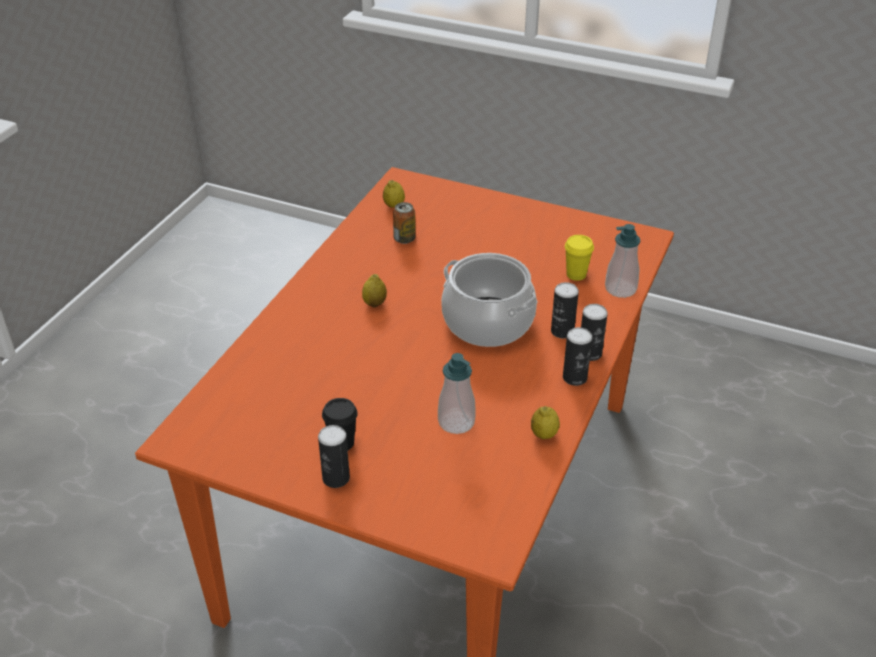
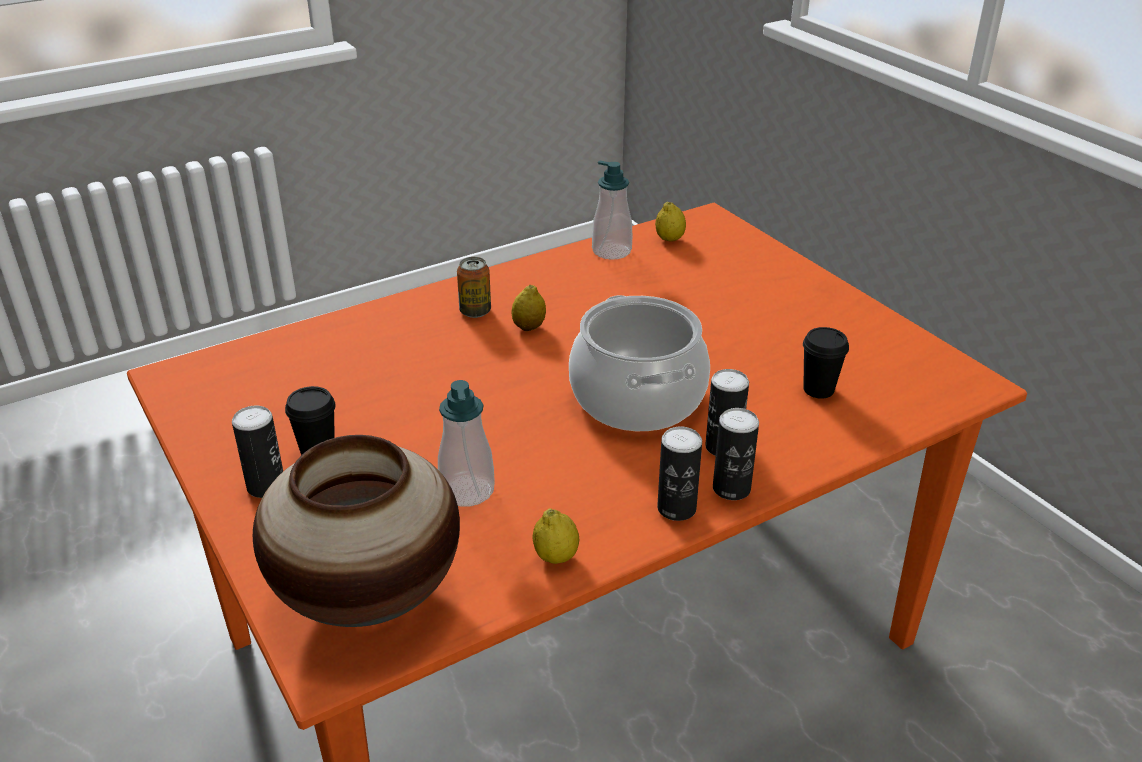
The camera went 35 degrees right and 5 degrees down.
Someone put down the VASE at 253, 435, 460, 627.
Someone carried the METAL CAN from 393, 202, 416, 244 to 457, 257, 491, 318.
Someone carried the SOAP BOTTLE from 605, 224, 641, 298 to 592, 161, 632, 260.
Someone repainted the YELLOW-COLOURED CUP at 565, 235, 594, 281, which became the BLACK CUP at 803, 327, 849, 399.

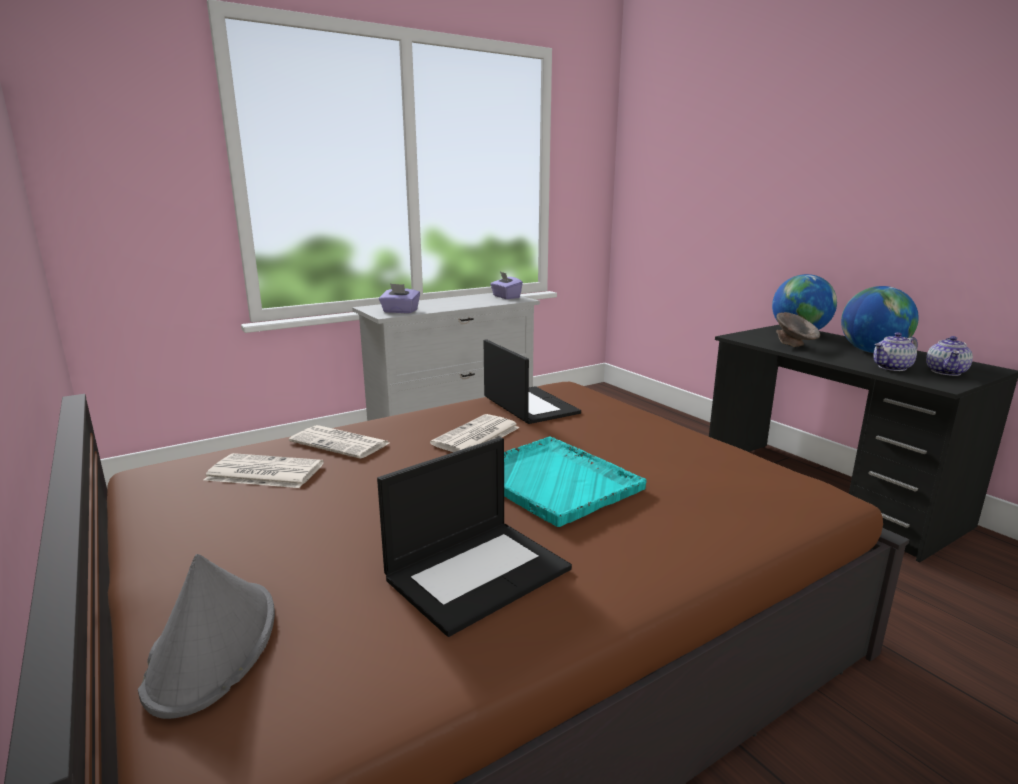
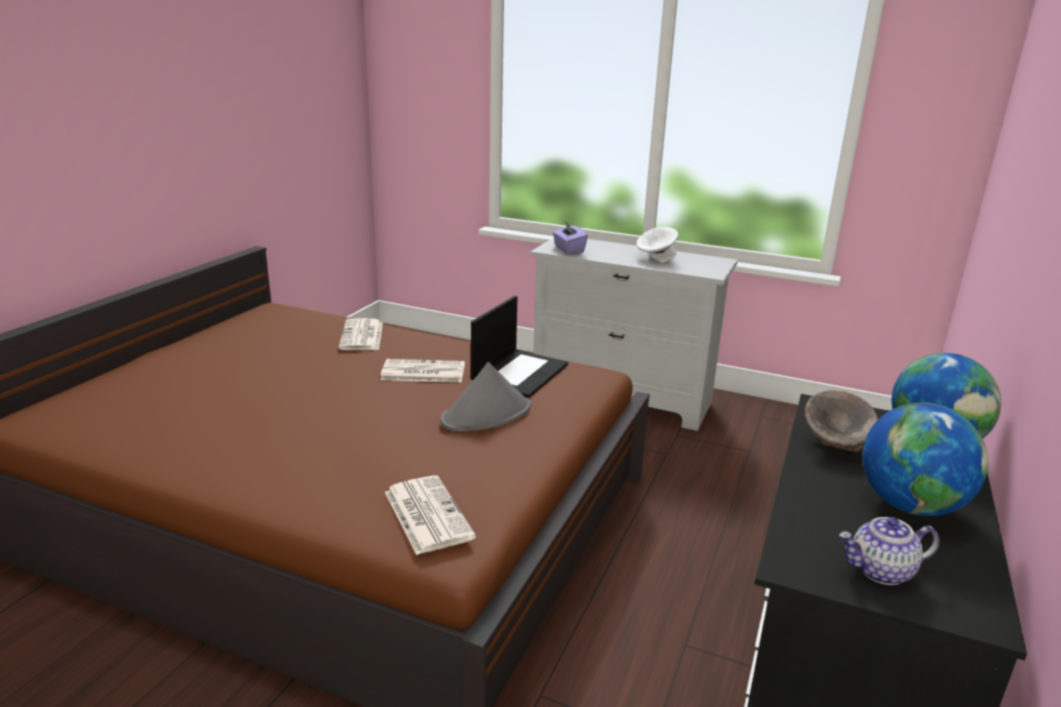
The camera went 55 degrees right and 5 degrees up.
Someone took away the LAPTOP at 377, 437, 572, 637.
Someone took away the PURPLE BOX OF TISSUES at 490, 272, 523, 299.
Someone took away the TURQUOISE-COLOURED TRAY at 504, 437, 647, 527.
Someone took away the TEAPOT at 873, 332, 918, 371.
Someone put down the WHITISH BOWL at 637, 227, 678, 263.
Someone carried the GRAY WEARABLE HAT from 138, 554, 275, 719 to 440, 362, 531, 431.
Someone carried the NEWSPAPER from 204, 453, 324, 488 to 385, 475, 476, 555.

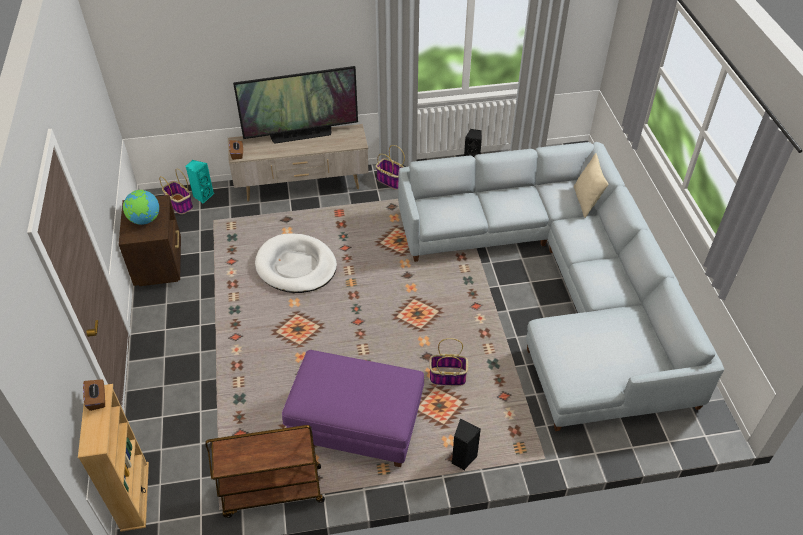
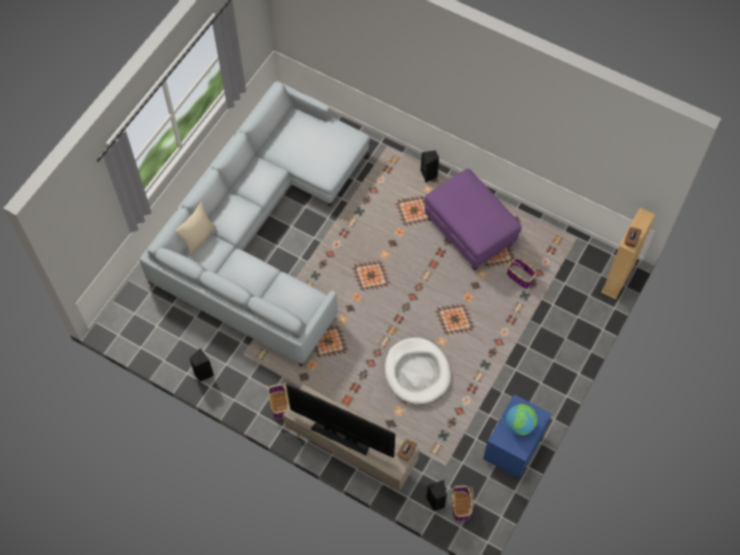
The camera went 140 degrees left and 15 degrees up.
Someone took away the BROWNISH CART at 205, 425, 325, 518.
Someone carried the HOUSEHOLD BASKET from 429, 338, 468, 386 to 507, 251, 536, 289.
Someone repainted the BROWNISH BEDSIDE TABLE at 119, 195, 181, 286, which became the BLUISH BEDSIDE TABLE at 483, 394, 551, 479.
Someone repainted the TURQUOISE-COLOURED LOUDSPEAKER at 186, 160, 214, 204, which became the BLACK LOUDSPEAKER at 426, 480, 447, 511.

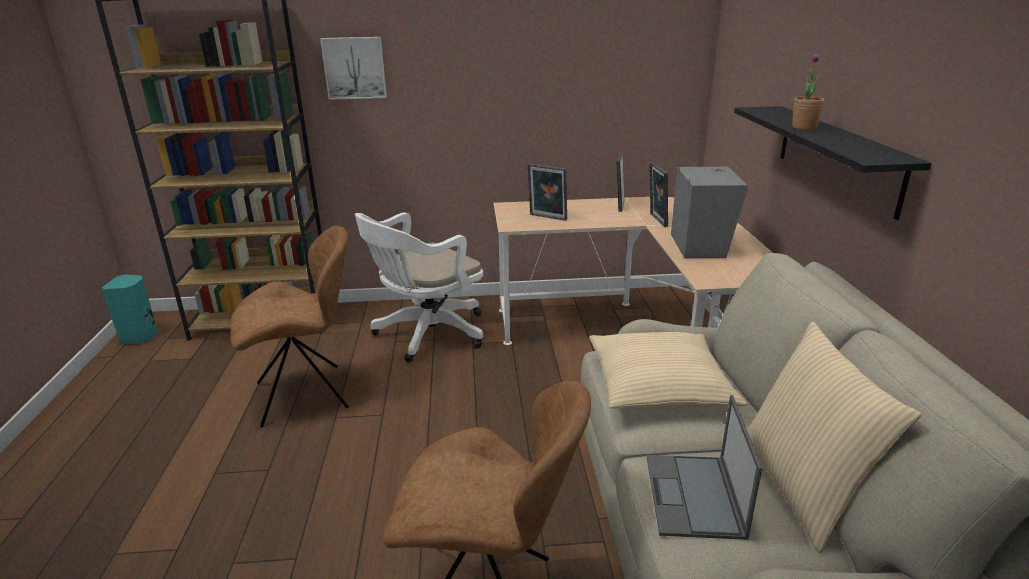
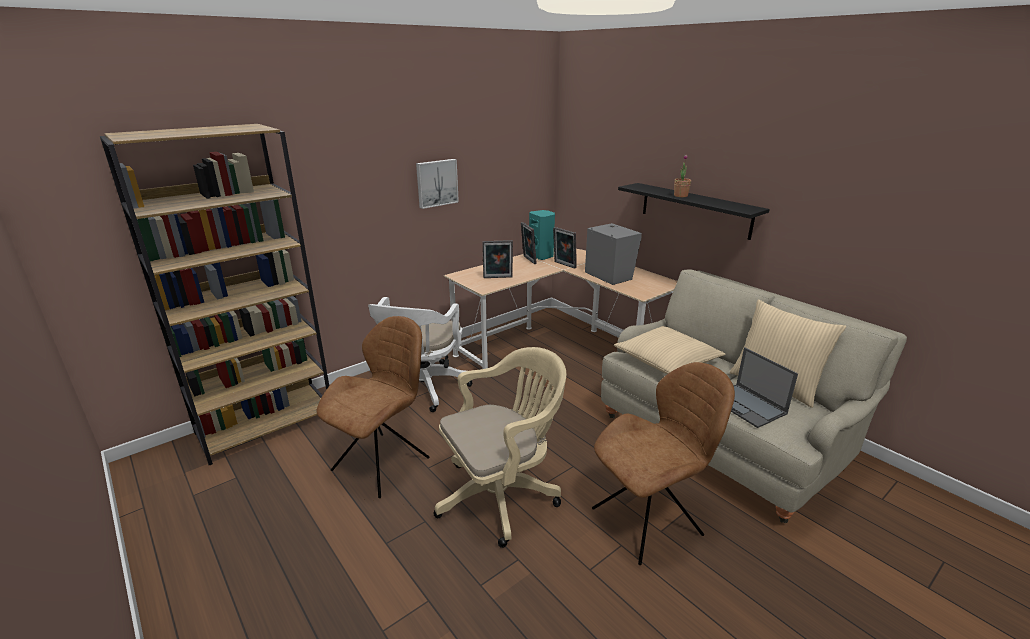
The camera went 35 degrees left and 0 degrees up.
Someone put down the BEIGE-COLOURED OFFICE CHAIR at 434, 347, 566, 548.
Someone carried the TURQUOISE-COLOURED LOUDSPEAKER from 102, 274, 158, 345 to 529, 210, 555, 260.
Someone carried the WALL PICTURE from 320, 37, 387, 100 to 416, 159, 459, 209.

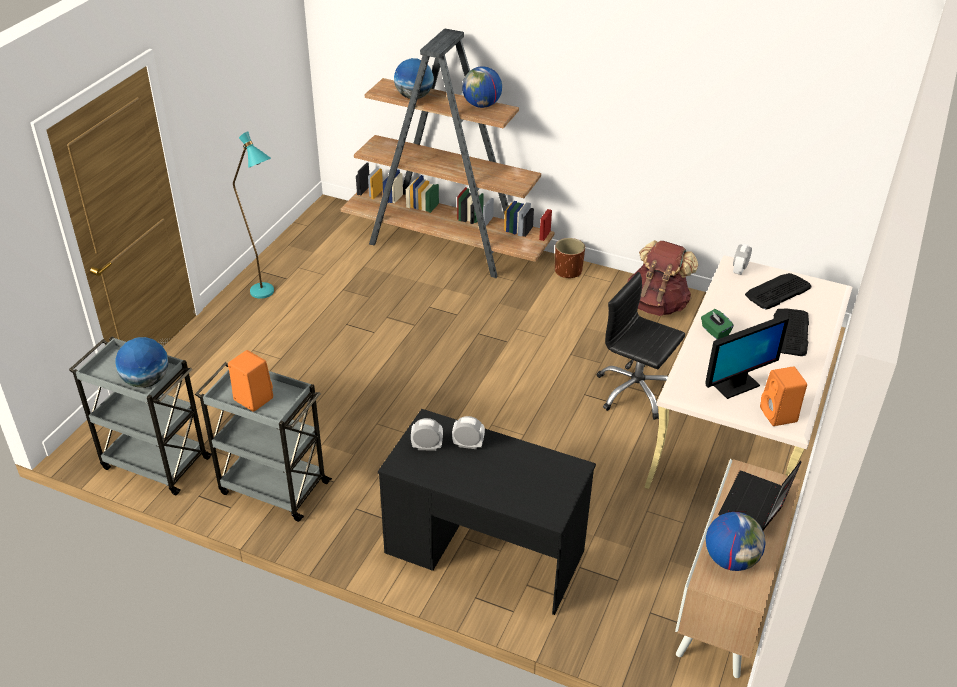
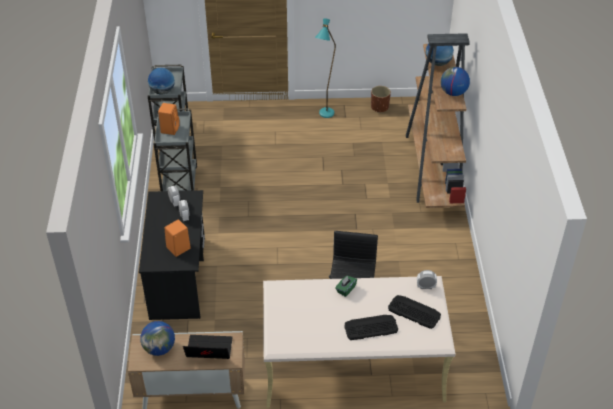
The camera went 65 degrees right and 5 degrees up.
Someone took away the BROWNISH RUCKSACK at 628, 240, 698, 316.
Someone took away the MONITOR at 705, 316, 789, 399.
Someone carried the BROWNISH PLANTER from 555, 238, 585, 278 to 371, 86, 391, 113.
Someone carried the ORANGEY LOUDSPEAKER from 760, 367, 807, 426 to 165, 219, 191, 257.

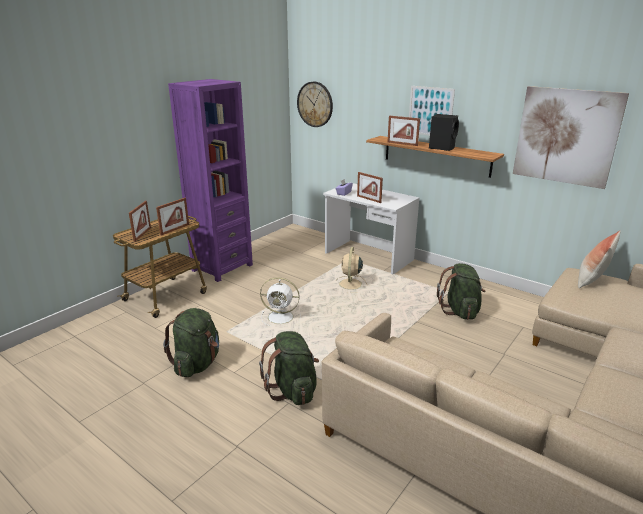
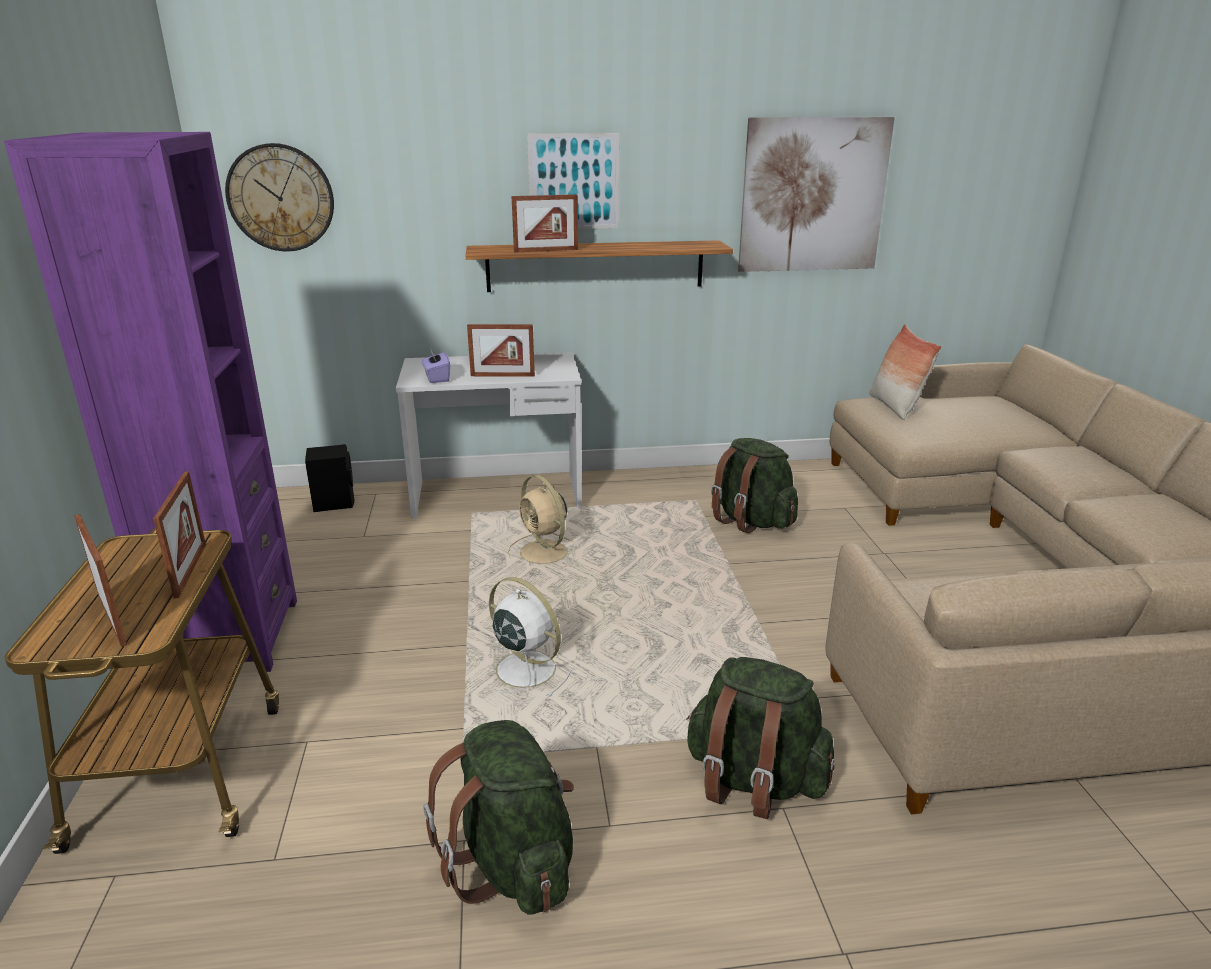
The camera went 45 degrees left and 0 degrees up.
Someone carried the BLACK LOUDSPEAKER from 429, 114, 459, 151 to 305, 444, 355, 512.
Someone rotated the WHITISH FAN at 260, 277, 301, 326 by 105 degrees counterclockwise.

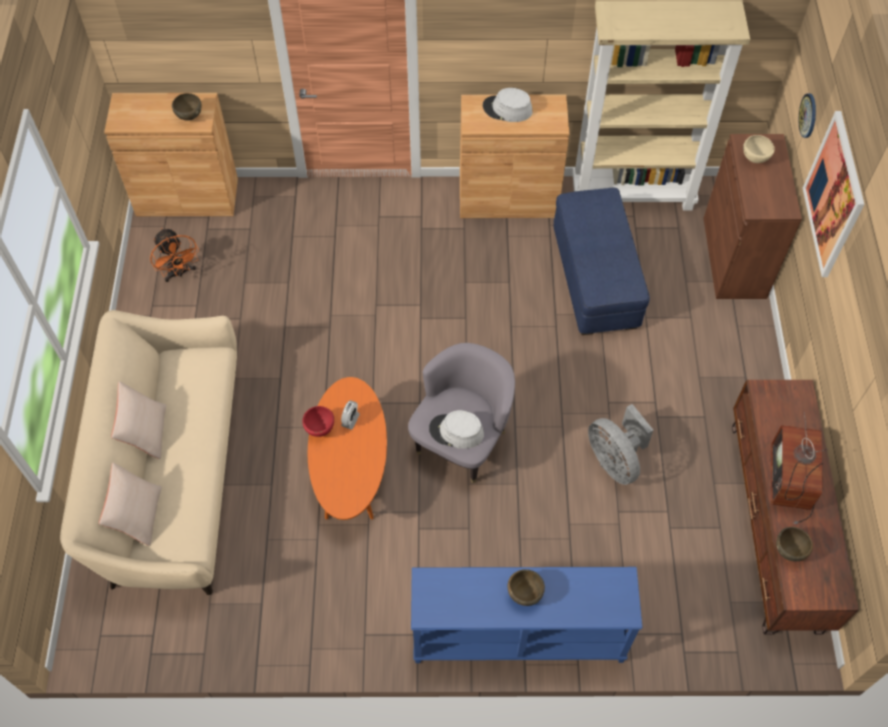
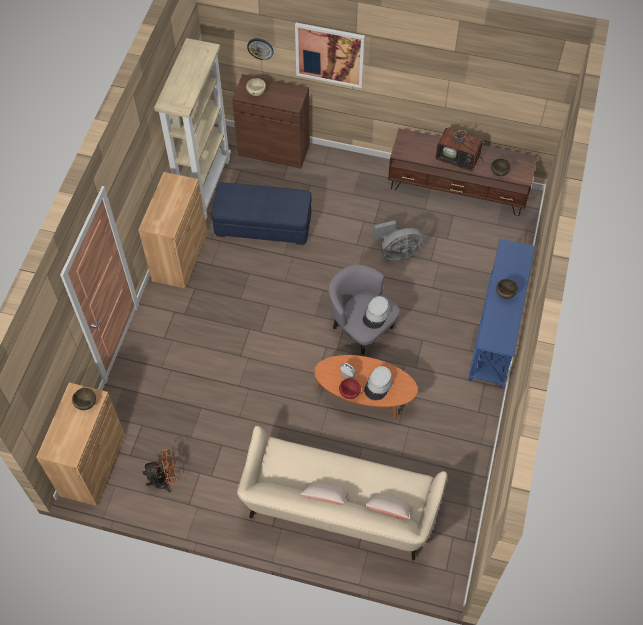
The camera went 75 degrees left and 0 degrees up.
Someone carried the GRAY WEARABLE HAT from 483, 88, 533, 122 to 364, 366, 393, 400.

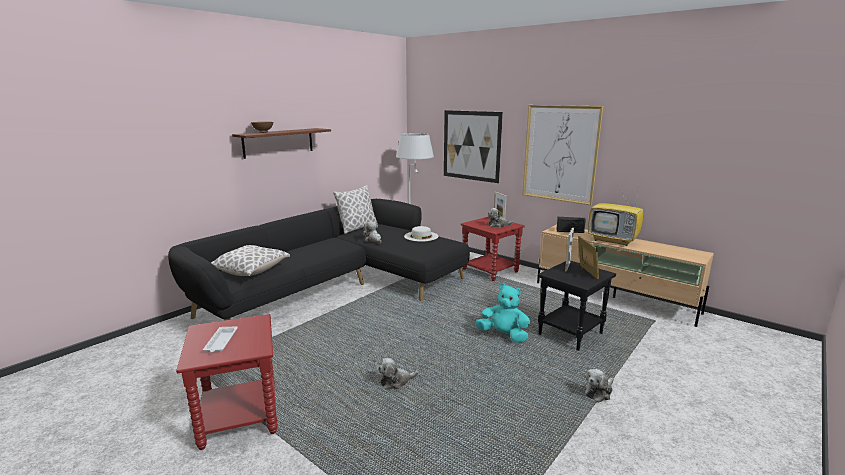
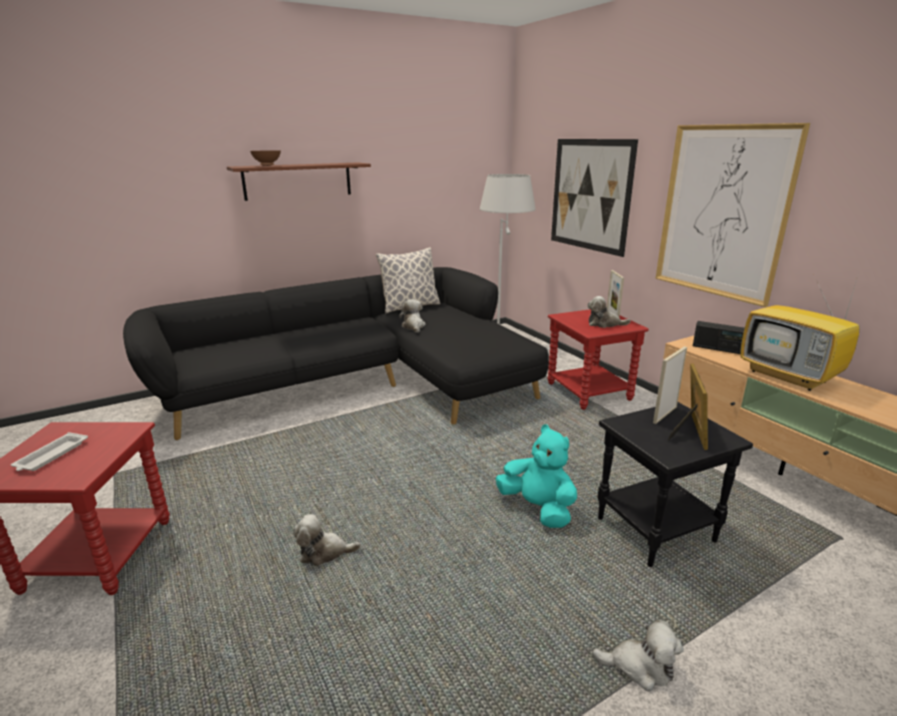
The camera went 20 degrees right and 5 degrees up.
Someone took away the THROW PILLOW at 211, 245, 290, 276.
Someone took away the WHITISH WEARABLE HAT at 404, 226, 438, 242.
Someone rotated the CUDDLY TOY at 585, 369, 614, 402 by 150 degrees counterclockwise.

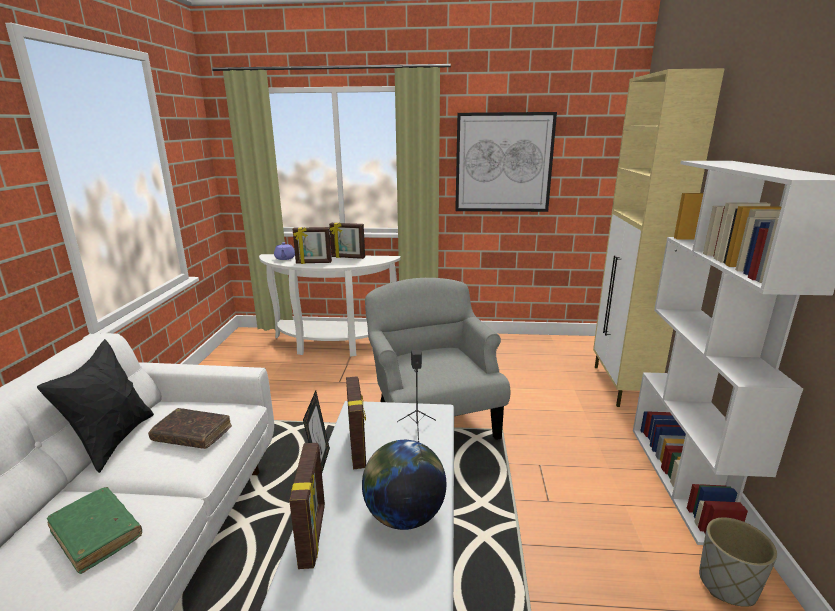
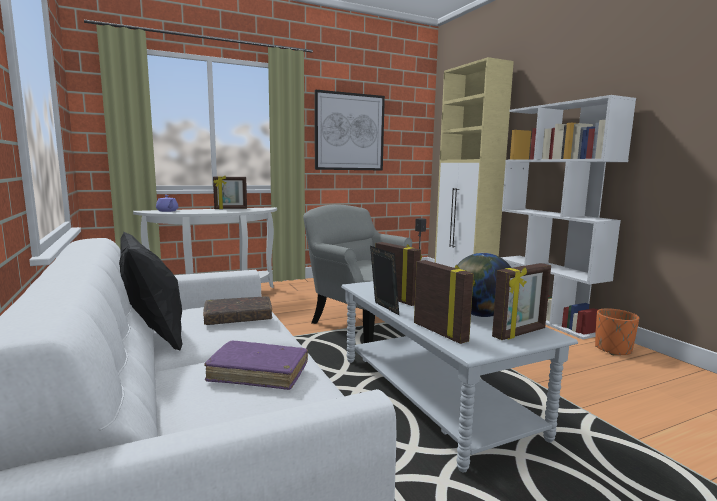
The camera went 30 degrees left and 10 degrees down.
Someone carried the STANDING FRAME from 293, 227, 332, 264 to 492, 263, 551, 340.
Someone repainted the GREEN-COLOURED BOOK at 47, 487, 142, 574, which became the PURPLE BOOK at 204, 341, 308, 390.
Someone repainted the GRAY PLANTER at 699, 517, 777, 607, which became the ORANGEY PLANTER at 595, 308, 639, 355.

